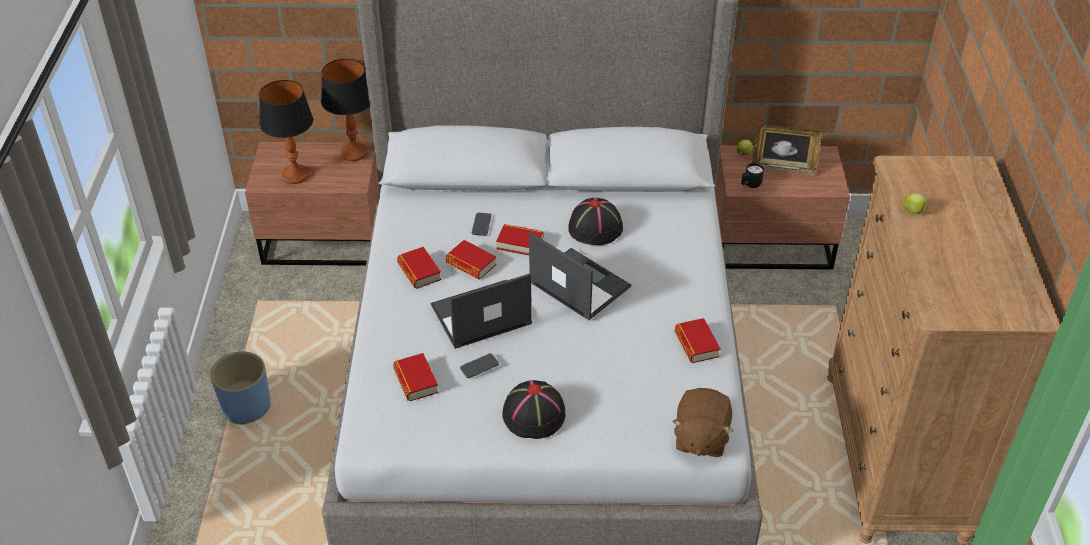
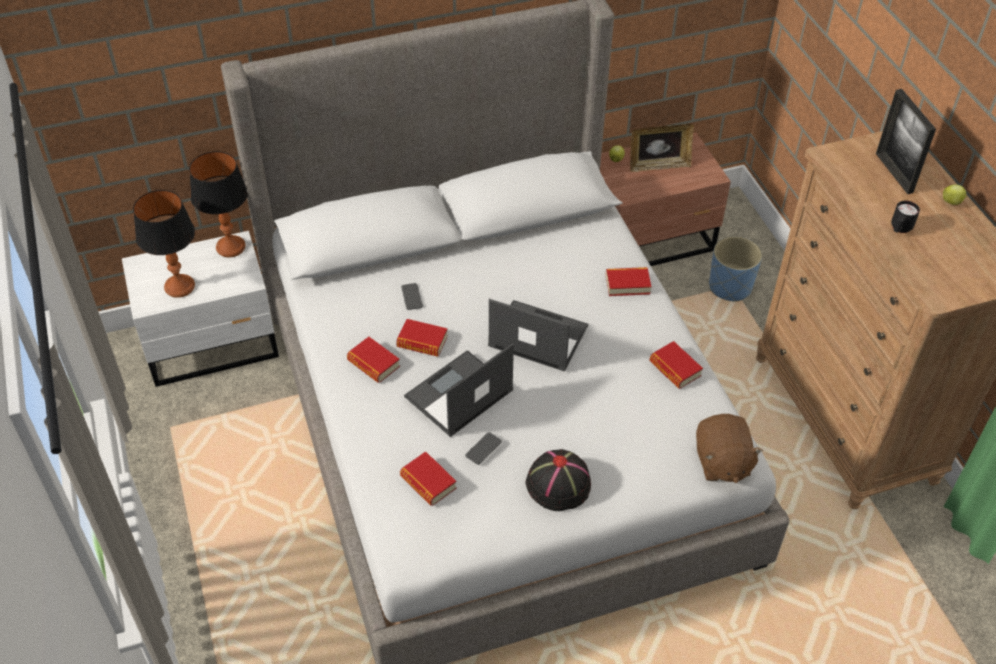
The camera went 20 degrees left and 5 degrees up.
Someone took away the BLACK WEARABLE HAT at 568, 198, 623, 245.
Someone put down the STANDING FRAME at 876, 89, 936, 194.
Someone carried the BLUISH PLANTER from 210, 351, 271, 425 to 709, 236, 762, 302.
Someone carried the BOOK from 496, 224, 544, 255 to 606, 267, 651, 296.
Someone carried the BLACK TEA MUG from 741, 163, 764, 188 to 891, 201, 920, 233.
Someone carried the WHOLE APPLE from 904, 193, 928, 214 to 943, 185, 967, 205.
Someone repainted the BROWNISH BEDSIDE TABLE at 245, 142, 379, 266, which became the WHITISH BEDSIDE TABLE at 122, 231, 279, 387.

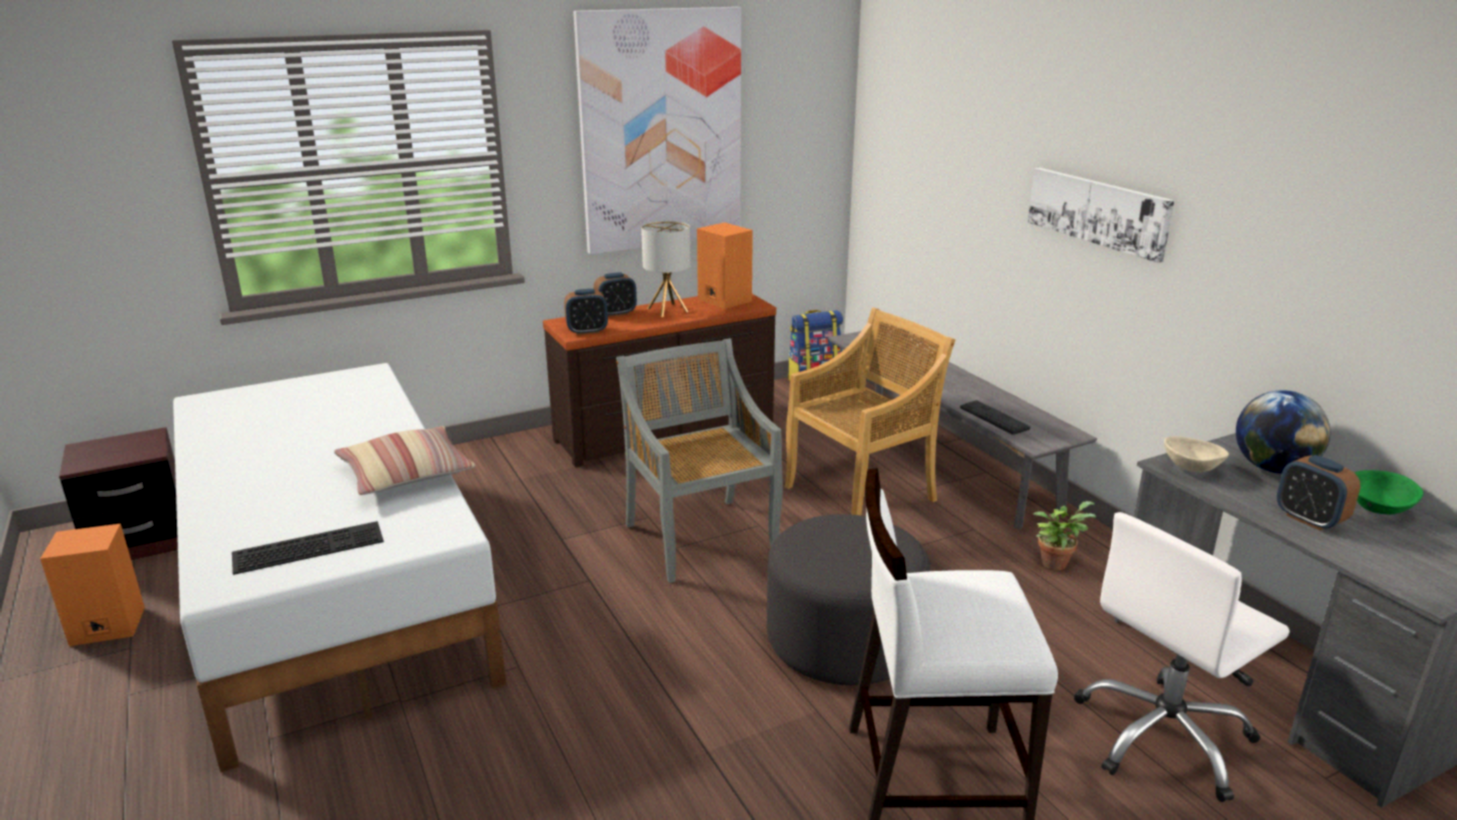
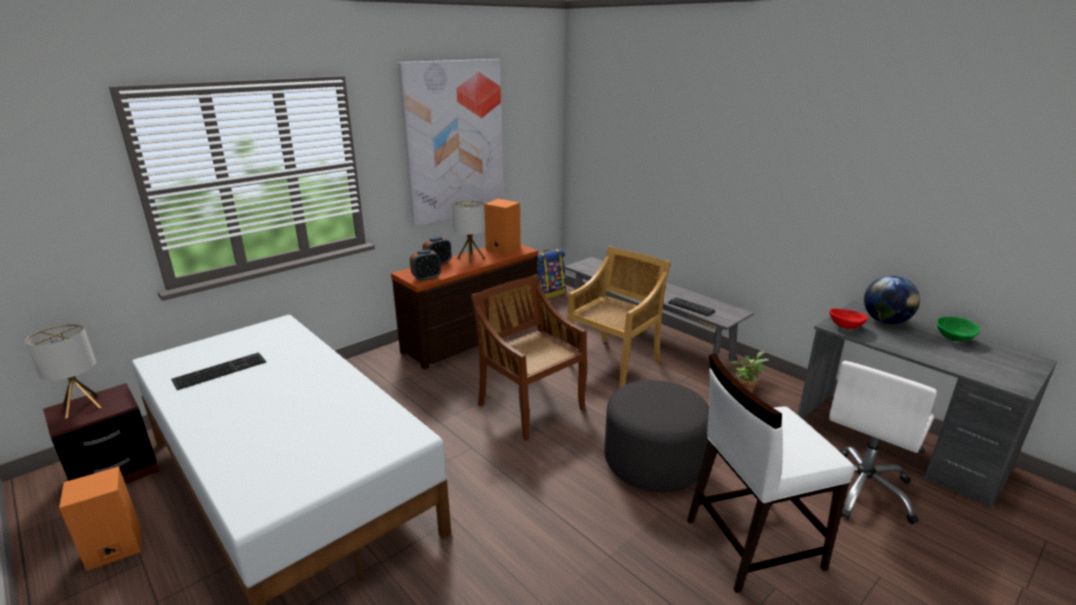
The camera went 15 degrees left and 0 degrees up.
Someone took away the THROW PILLOW at 334, 426, 475, 495.
Someone took away the WALL PICTURE at 1028, 168, 1175, 263.
Someone took away the BEDSIDE CLOCK at 1277, 455, 1360, 531.
Someone put down the TABLETOP LAMP at 25, 323, 102, 419.
Someone carried the COMPUTER KEYBOARD from 232, 521, 384, 575 to 171, 352, 266, 390.
Someone repainted the GRAY CHAIR at 616, 338, 783, 583, which became the BROWNISH CHAIR at 471, 274, 587, 441.
Someone repainted the BEIGE-COLOURED BOWL at 1164, 436, 1229, 472, which became the RED BOWL at 829, 309, 868, 329.

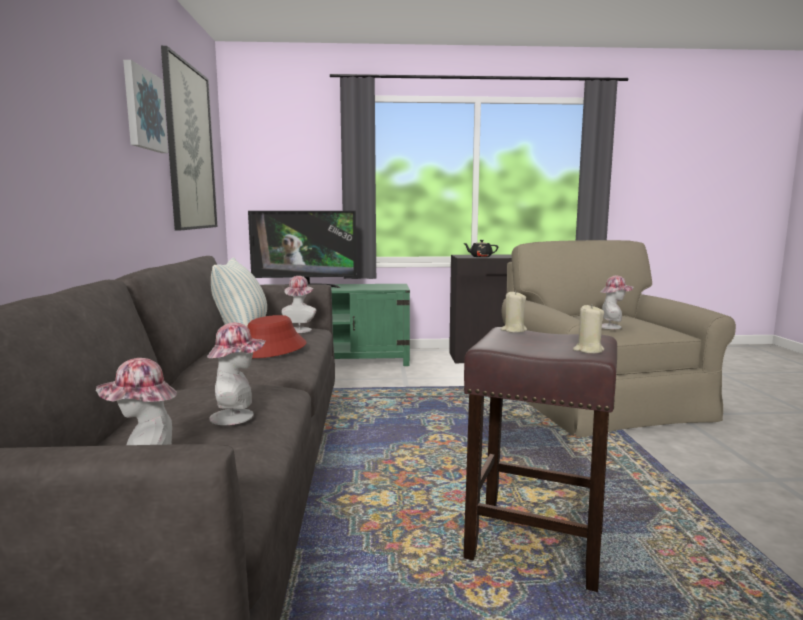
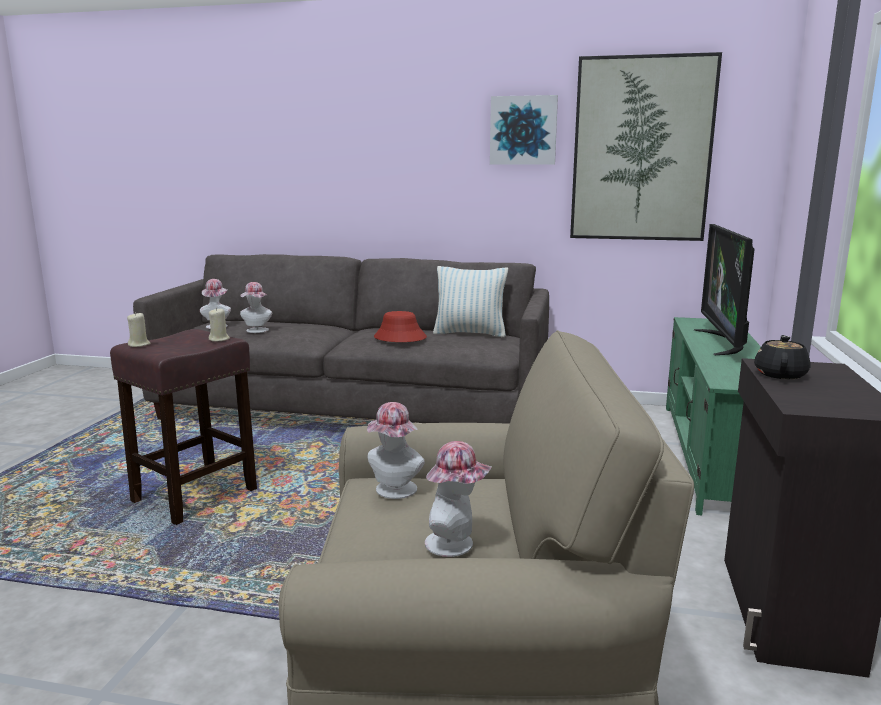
The camera went 105 degrees right and 5 degrees up.
Someone carried the WEARABLE HAT from 281, 276, 316, 333 to 425, 441, 491, 557.

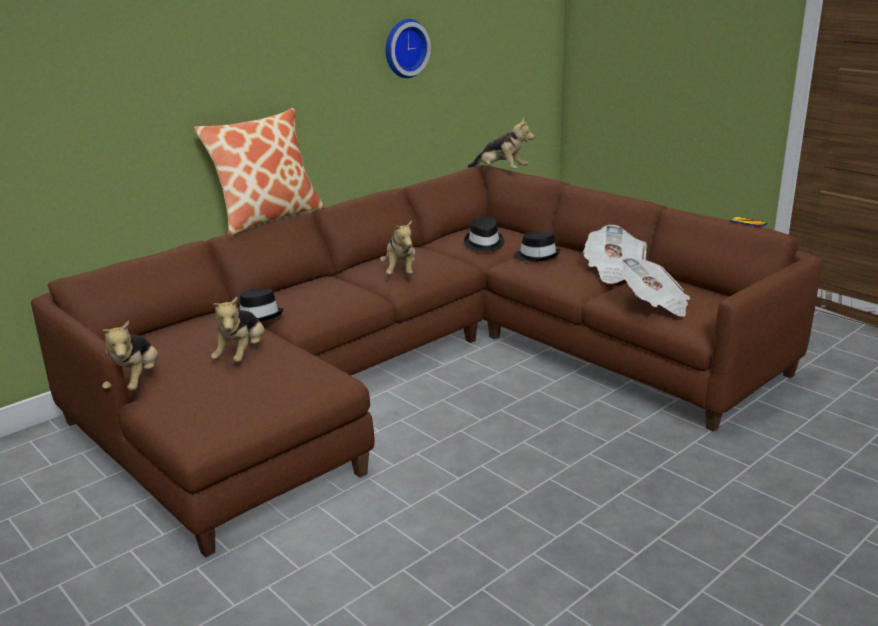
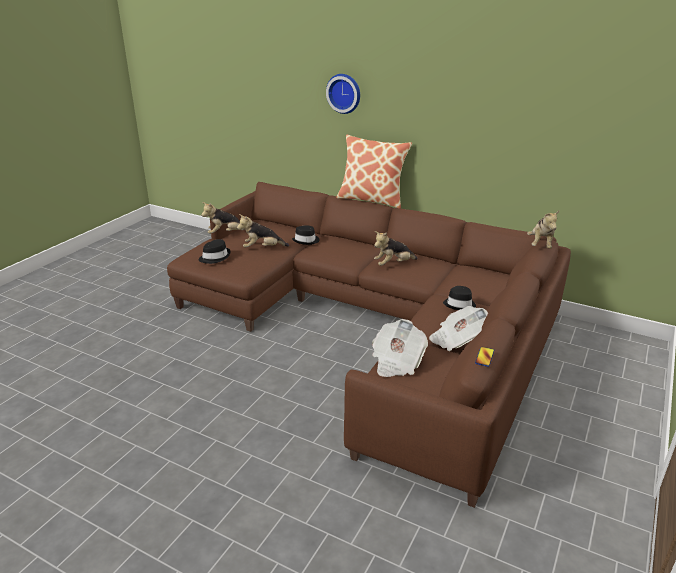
The camera went 70 degrees right and 5 degrees up.
Someone carried the CLOCK ON THE WALL from 386, 19, 431, 78 to 326, 74, 360, 114.
Someone carried the BLACK WEARABLE HAT from 464, 216, 504, 252 to 199, 239, 231, 264.

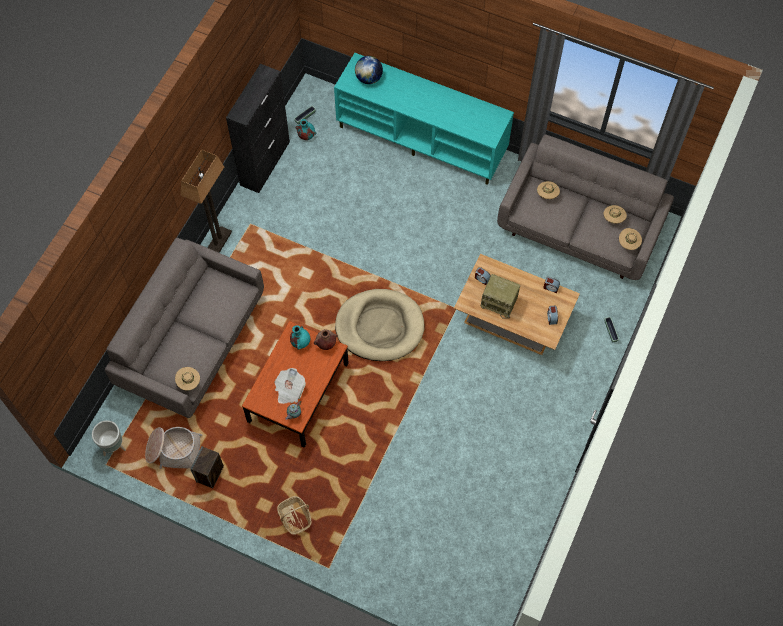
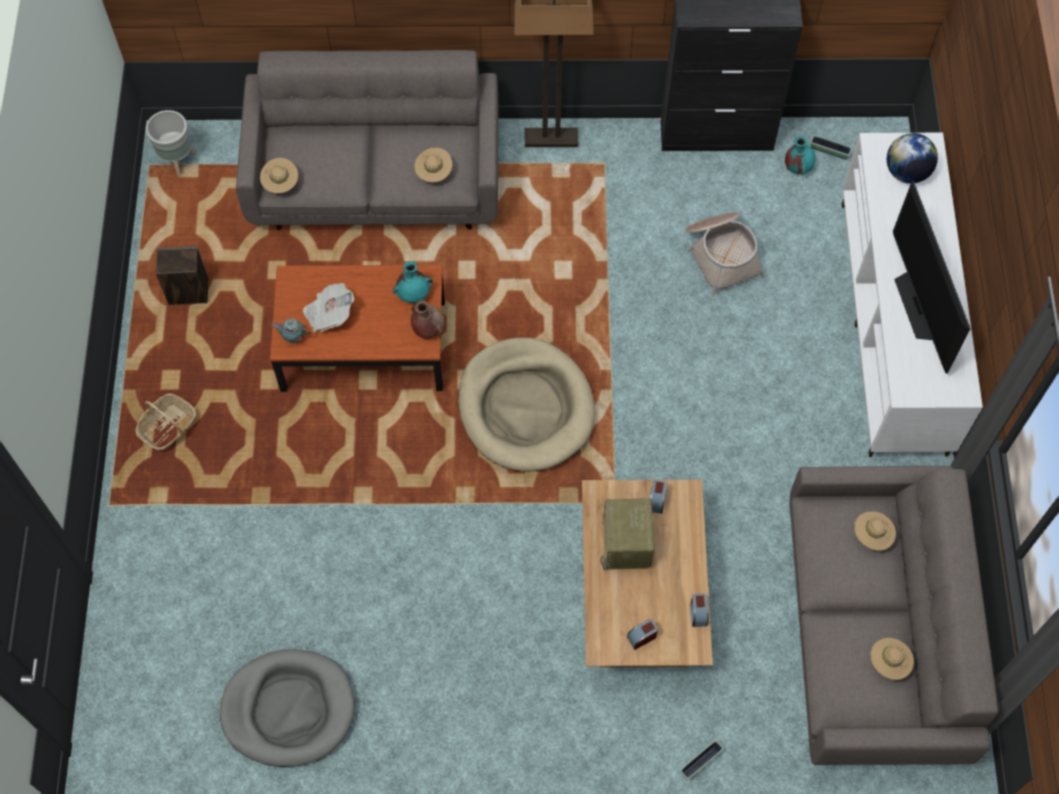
The camera went 65 degrees right and 0 degrees up.
Someone put down the GRAY PET BED at 220, 649, 355, 767.
Someone put down the TV SET at 893, 181, 971, 374.
Someone carried the HOUSEHOLD BASKET from 145, 427, 202, 469 to 685, 212, 765, 296.
Someone carried the BEIGE-COLOURED WEARABLE HAT from 619, 228, 642, 250 to 414, 147, 452, 183.
Someone repainted the TURQUOISE-COLOURED MEDIA CONSOLE at 334, 53, 514, 185, which became the WHITISH MEDIA CONSOLE at 842, 133, 983, 457.

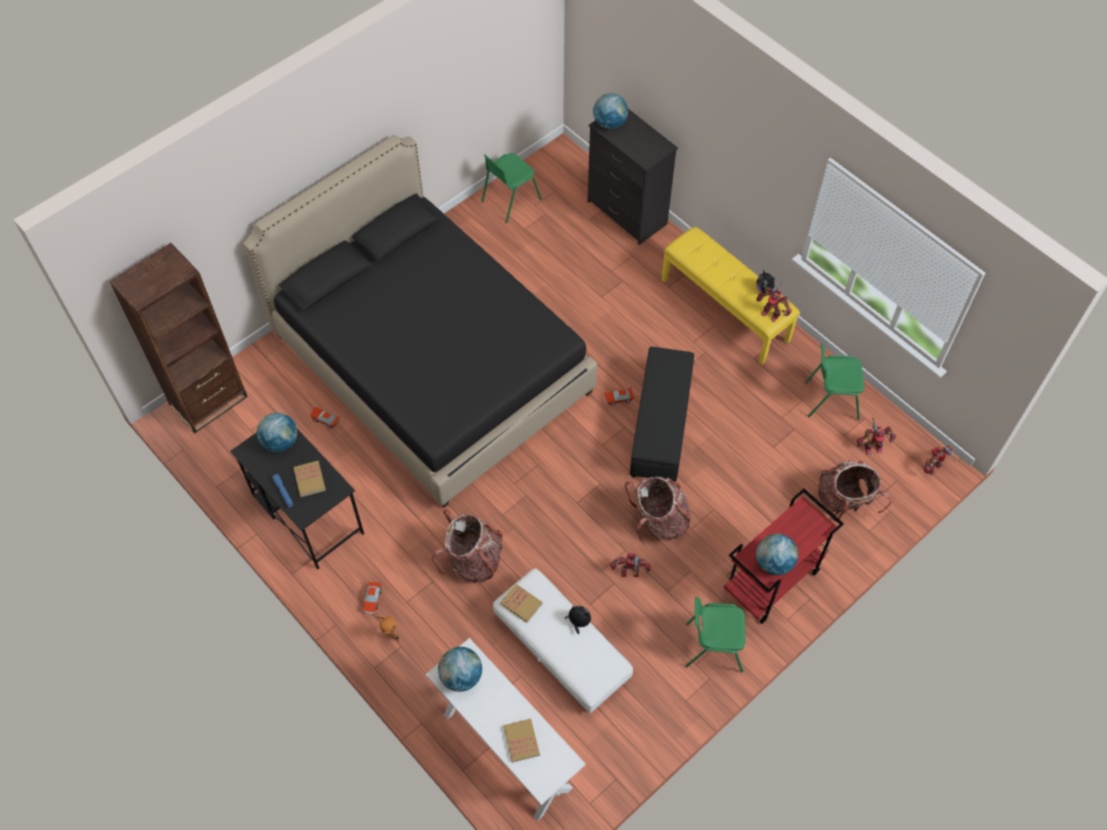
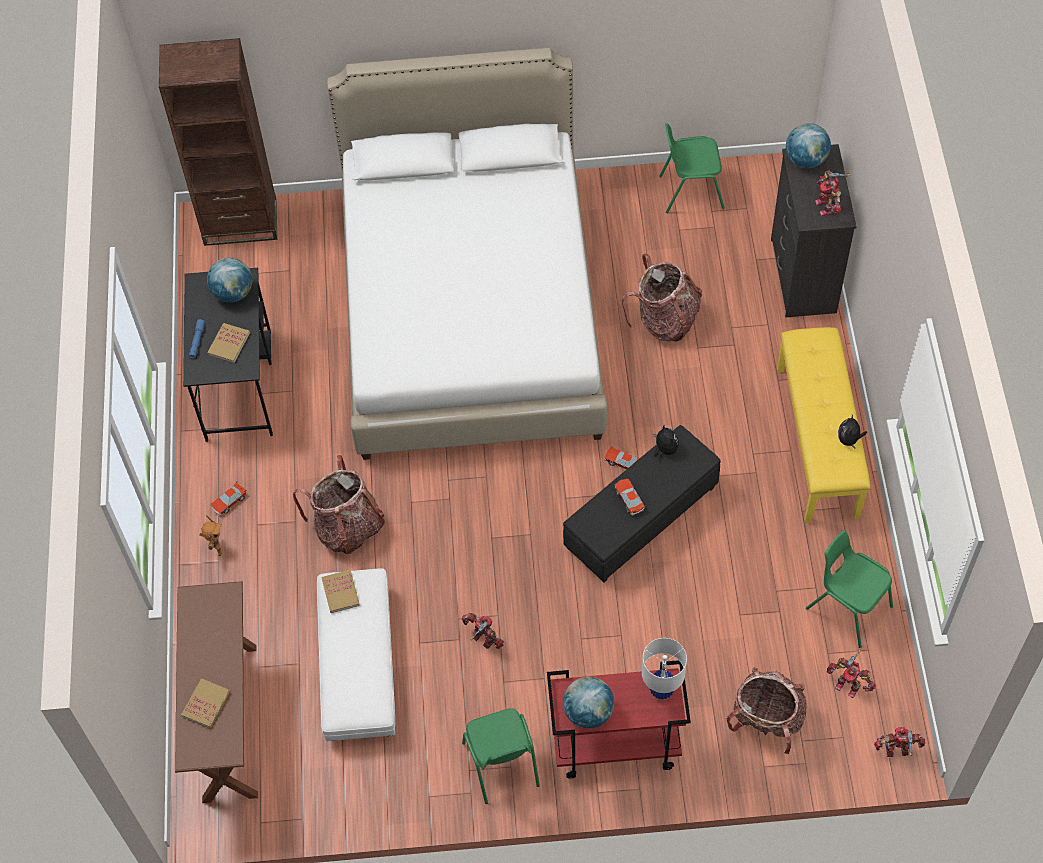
The camera went 40 degrees right and 0 degrees up.
Someone took away the DESK GLOBE at 438, 647, 482, 692.
Someone put down the WHITISH TABLETOP LAMP at 642, 638, 687, 701.
Someone carried the MINIATURE CAR from 310, 407, 340, 429 to 615, 479, 645, 516.
Someone carried the CUDDLY TOY from 565, 606, 591, 634 to 653, 425, 679, 457.
Someone carried the RUCKSACK from 624, 477, 691, 544 to 622, 254, 702, 342.
Someone carried the MODEL ROBOT from 757, 282, 792, 322 to 815, 171, 850, 216.
Someone repainted the BLACK BEDROOM BED at 243, 135, 597, 508, which became the WHITISH BEDROOM BED at 327, 47, 607, 460.
Someone repainted the WHITISH CONSOLE TABLE at 425, 638, 586, 821, which became the BROWNISH CONSOLE TABLE at 175, 581, 258, 803.
Someone rotated the GREEN-COLOURED CHAIR at 685, 597, 745, 672 by 150 degrees counterclockwise.

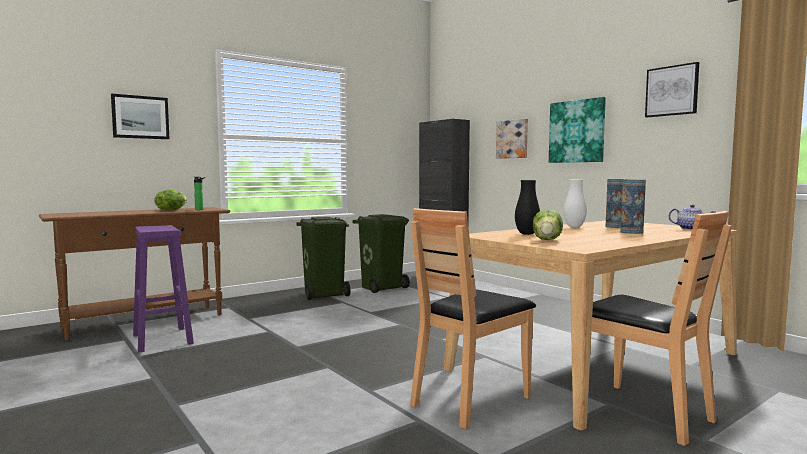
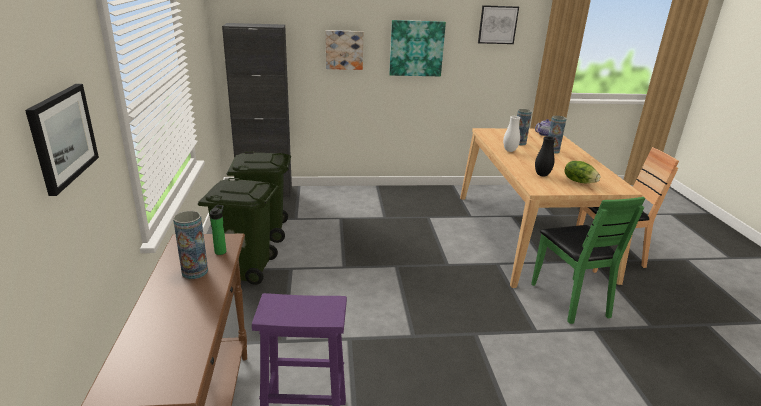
The camera went 60 degrees left and 20 degrees up.
Someone swapped the HEAD OF LETTUCE at 154, 190, 187, 211 for the VASE at 173, 211, 208, 279.
Someone repainted the BROWNISH CHAIR at 410, 208, 536, 429, which became the GREEN-COLOURED CHAIR at 531, 197, 645, 324.

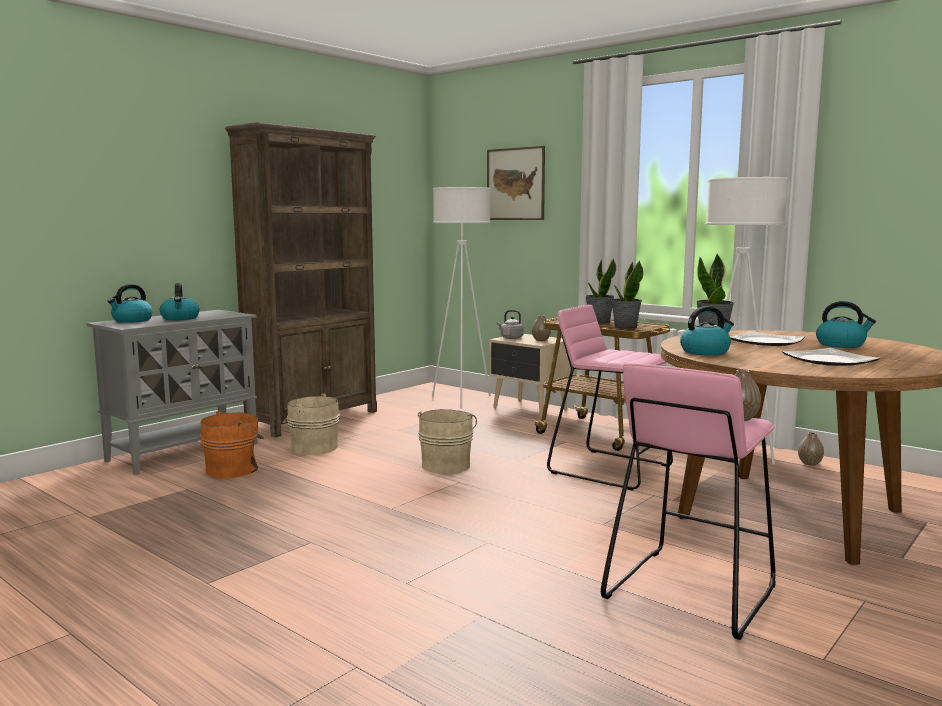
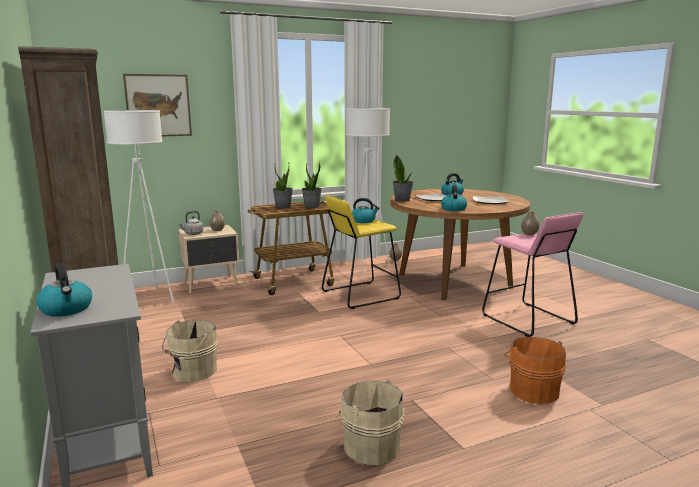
The camera went 65 degrees left and 5 degrees up.
Someone carried the KETTLE from 160, 283, 200, 320 to 352, 198, 379, 223.
Someone carried the ORANGEY PAIL from 200, 411, 264, 479 to 505, 337, 566, 404.
Someone carried the BEIGE-COLOURED PAIL from 418, 409, 477, 473 to 335, 380, 404, 465.
Someone repainted the PINK-COLOURED STOOL at 547, 305, 673, 490, which became the YELLOW-COLOURED STOOL at 322, 195, 401, 309.

